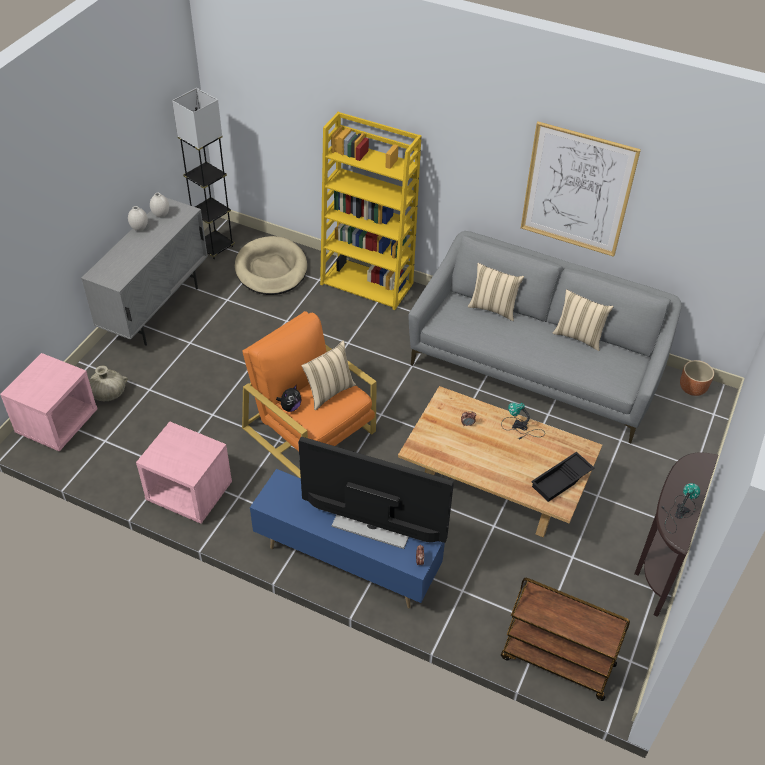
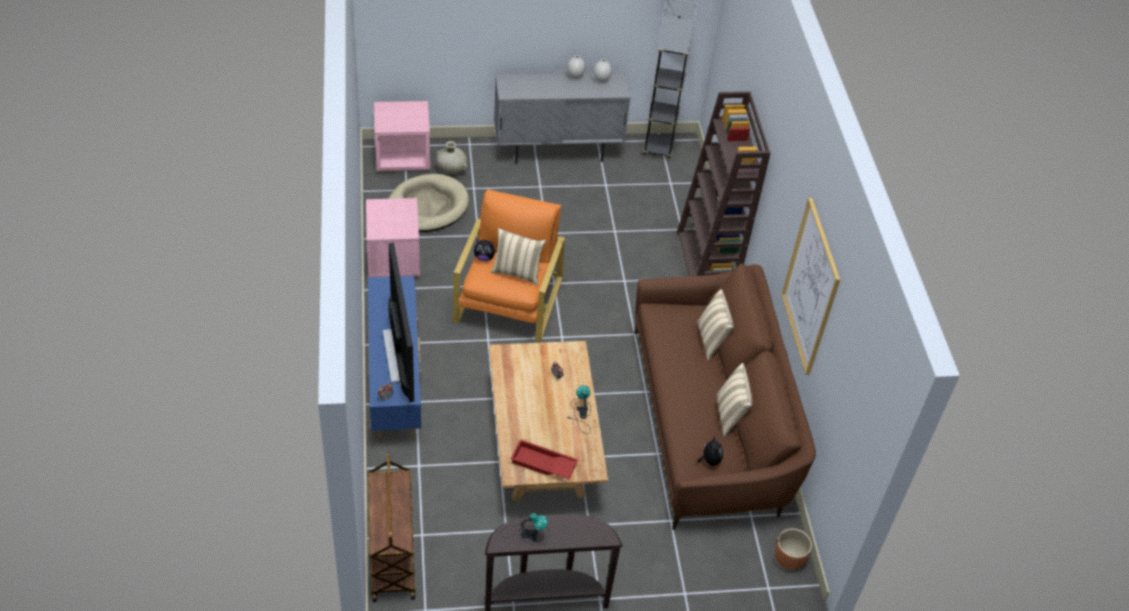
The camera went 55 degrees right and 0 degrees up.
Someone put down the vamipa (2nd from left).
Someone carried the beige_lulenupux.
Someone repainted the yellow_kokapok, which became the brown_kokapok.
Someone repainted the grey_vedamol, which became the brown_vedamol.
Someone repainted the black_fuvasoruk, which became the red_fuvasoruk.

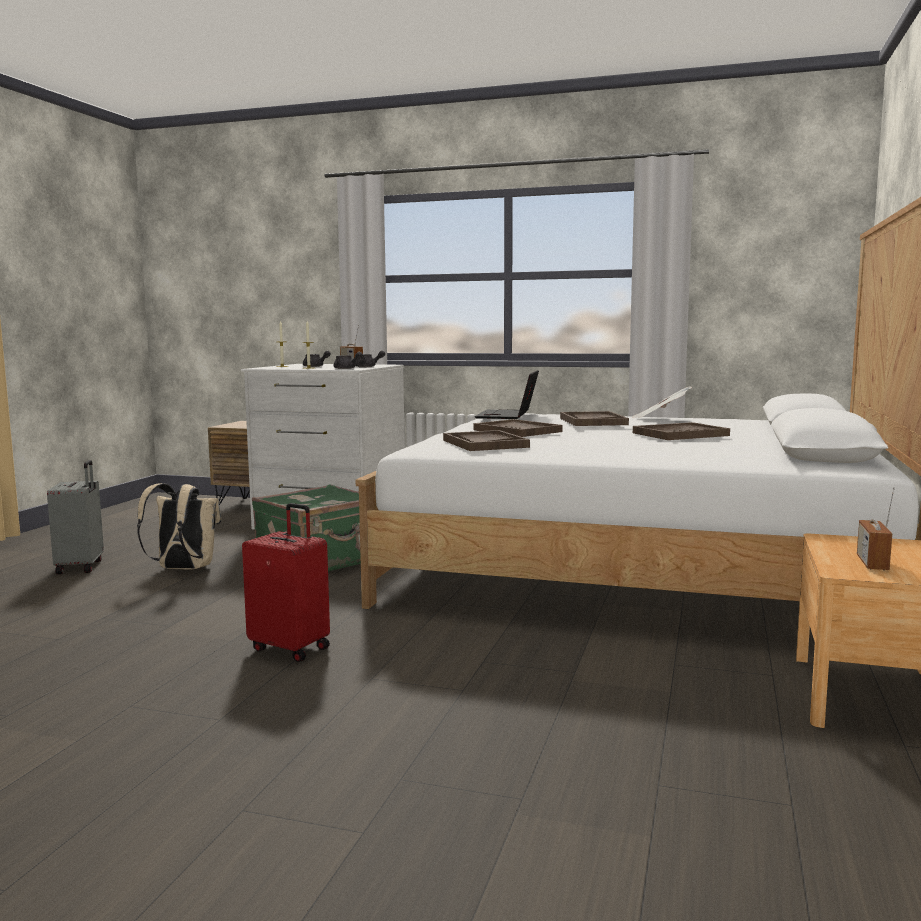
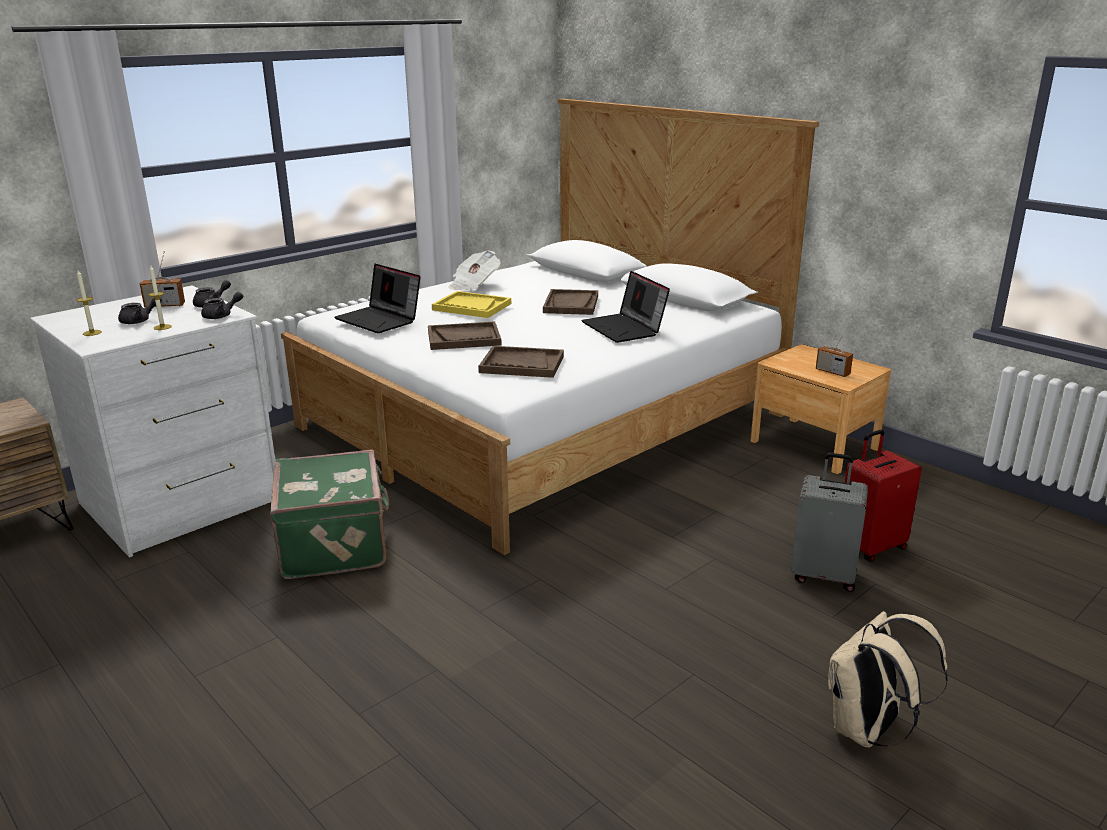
The camera went 60 degrees left and 15 degrees up.
Someone put down the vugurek (2nd from left).
Someone carried the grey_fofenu.
Someone carried the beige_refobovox.
Someone carried the red_fofenu.
Someone repainted the brown_fuvasoruk (3rd from left), which became the yellow_fuvasoruk.

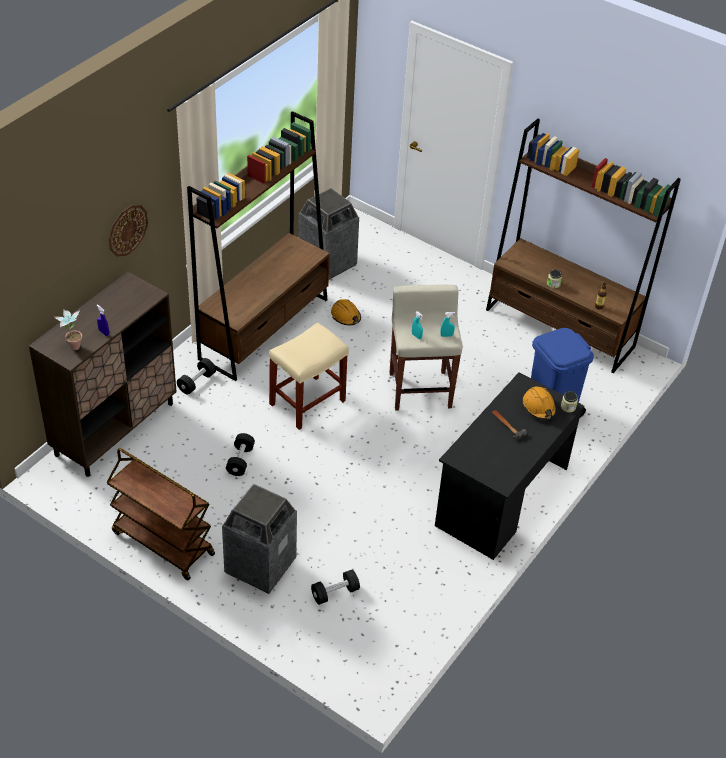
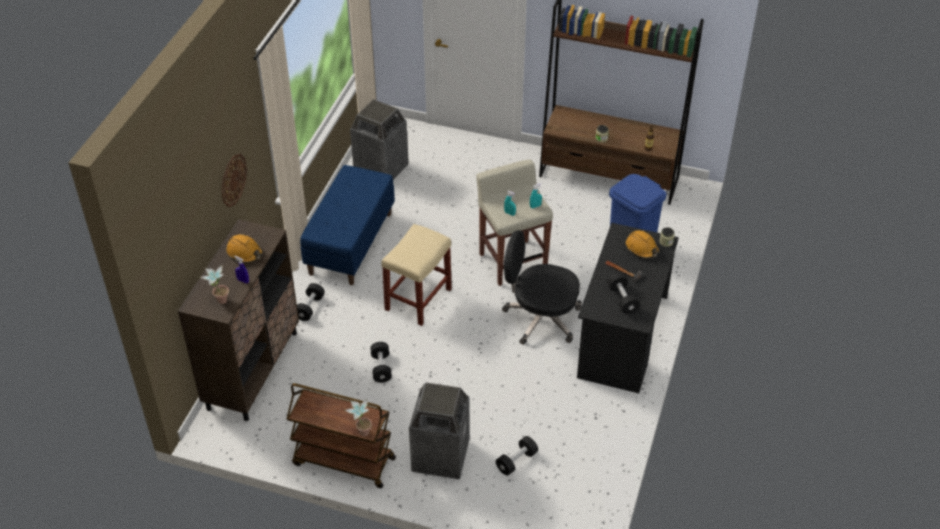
The camera went 15 degrees left and 0 degrees up.
Someone put down the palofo (2nd from left).
Someone put down the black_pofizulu.
Someone put down the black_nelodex (4th from left).
Someone carried the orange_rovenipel (1st from left).
Someone swapped the brown_kokapok (1st from left) for the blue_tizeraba.

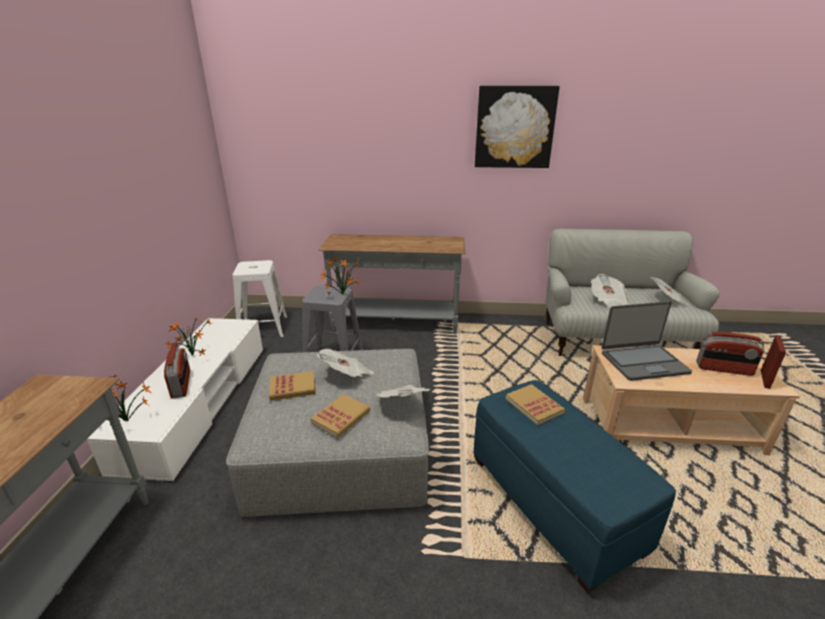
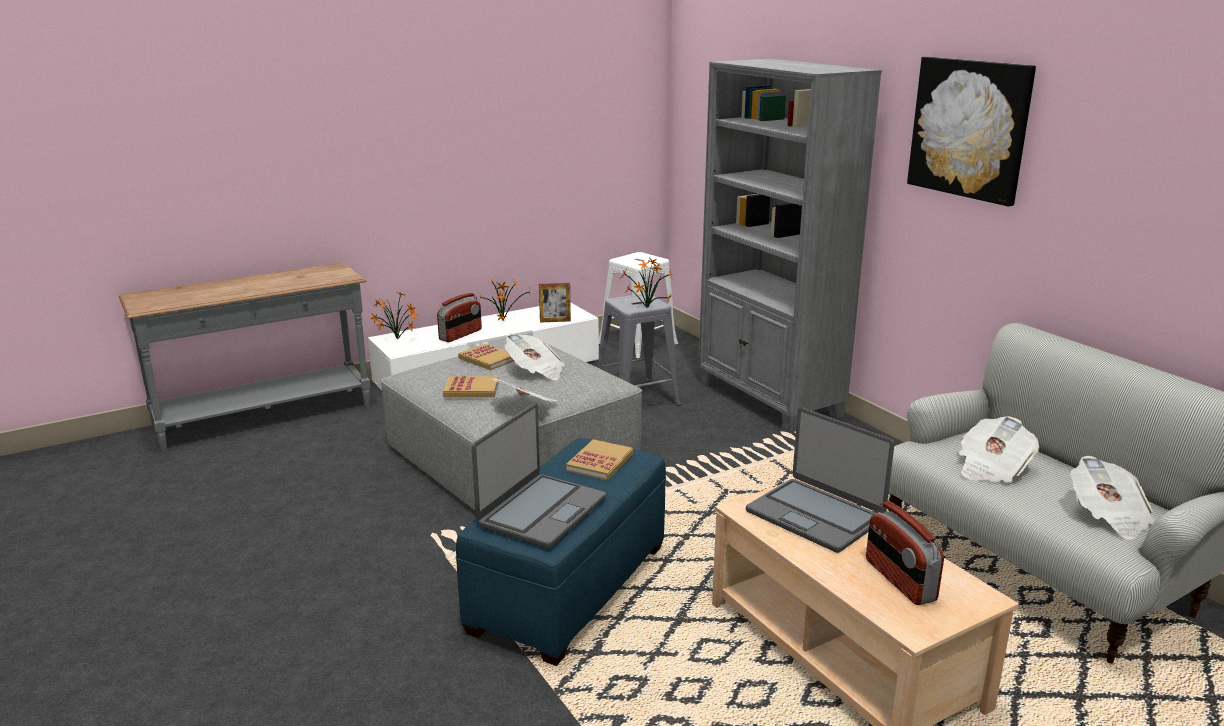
The camera went 55 degrees right and 5 degrees down.
Someone put down the vugurek (1st from left).
Someone carried the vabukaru.
Someone swapped the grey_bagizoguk (2nd from left) for the grey_kokapok.

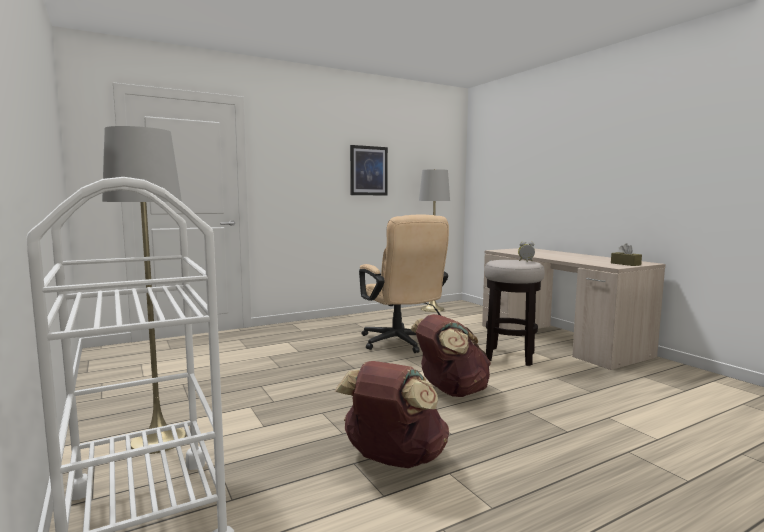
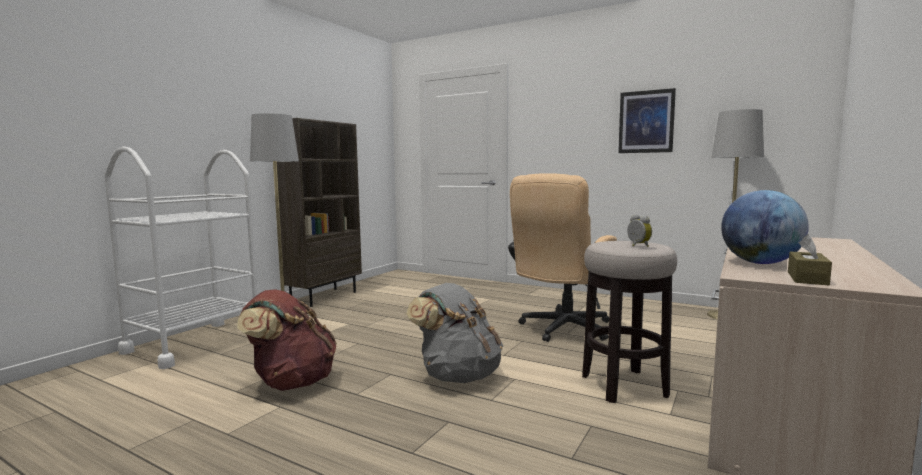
The camera went 60 degrees right and 0 degrees up.
Someone put down the brown_kokapok.
Someone put down the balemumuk.
Someone repainted the brown_refobovox (2nd from left), which became the grey_refobovox.

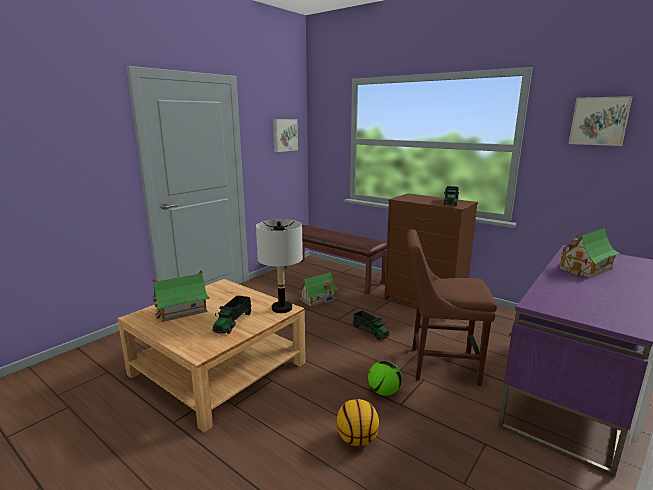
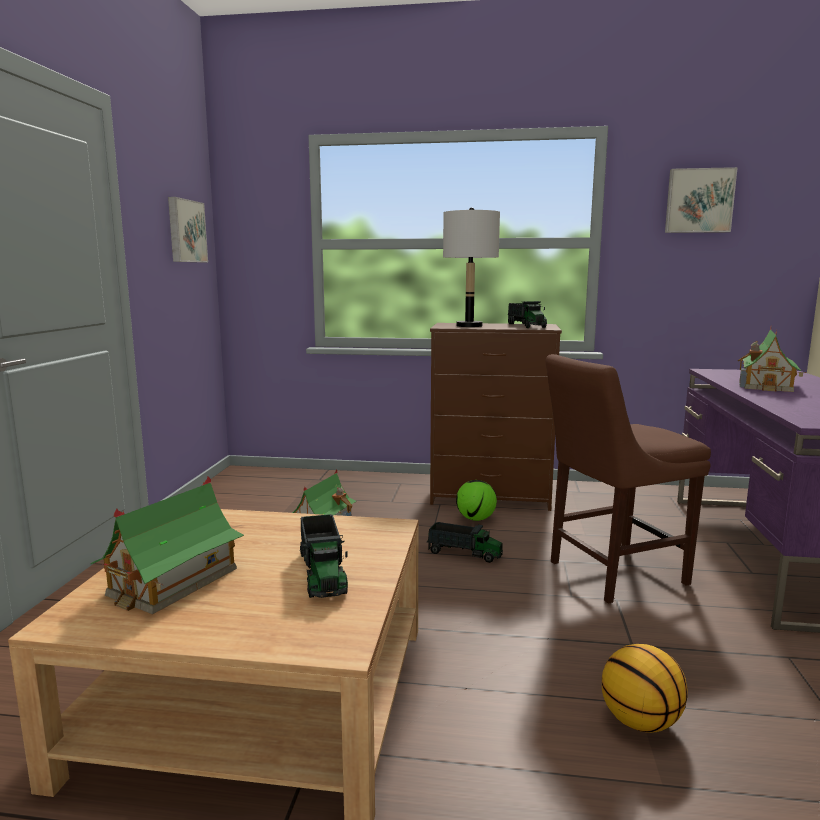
The camera went 30 degrees left and 5 degrees down.
Someone took away the brown_tizeraba.
Someone carried the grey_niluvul.
Someone carried the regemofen.

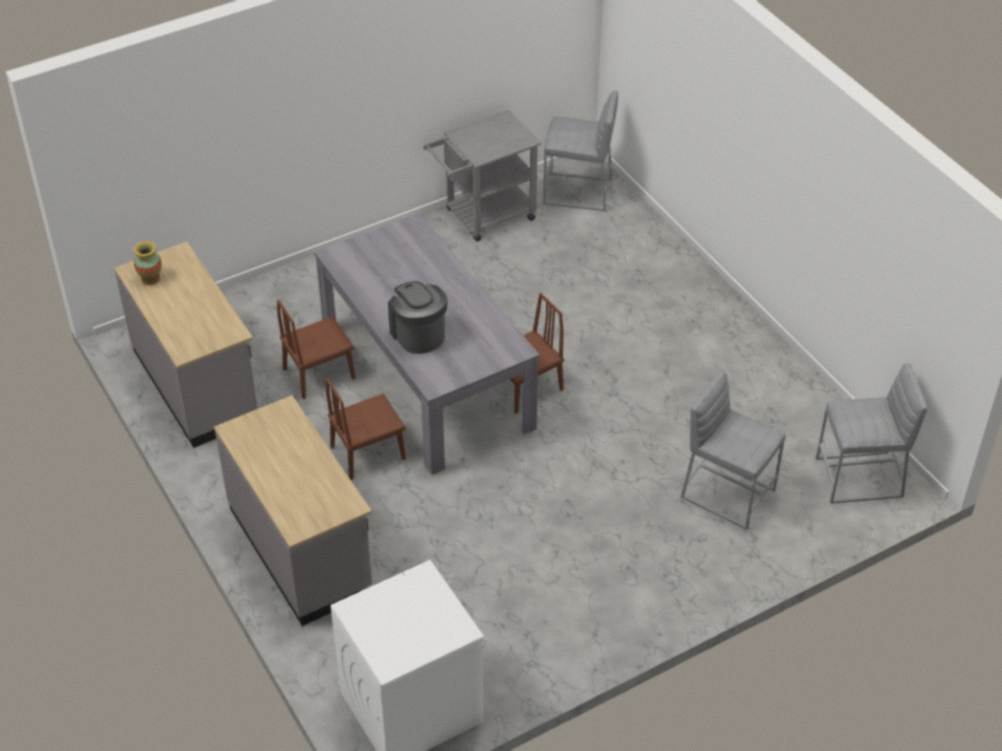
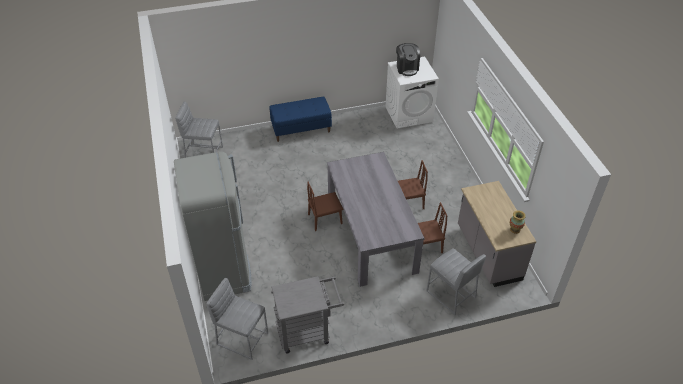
The camera went 165 degrees left and 0 degrees up.
Someone took away the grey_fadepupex (2nd from left).
Someone put down the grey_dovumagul.
Someone put down the blue_tizeraba.
Someone carried the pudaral.
Someone carried the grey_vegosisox (2nd from left in the first image).

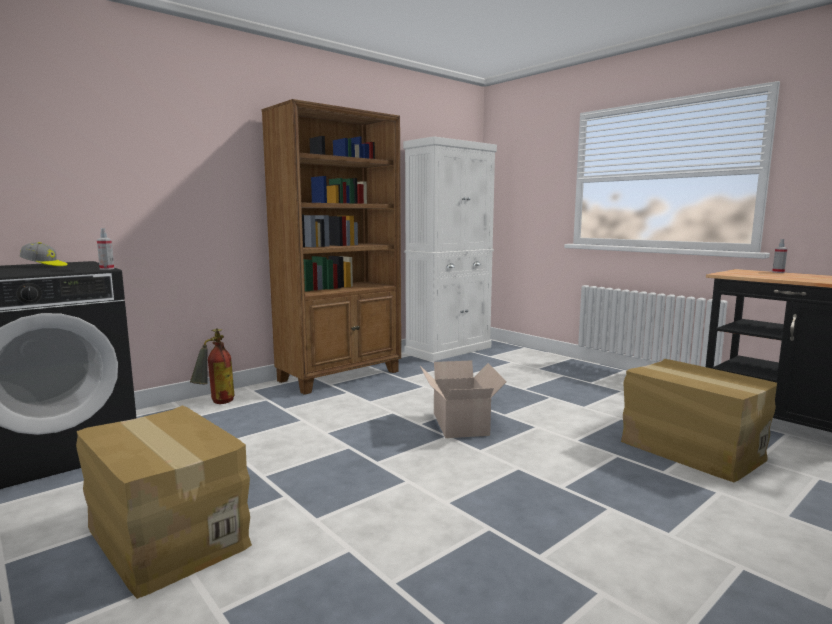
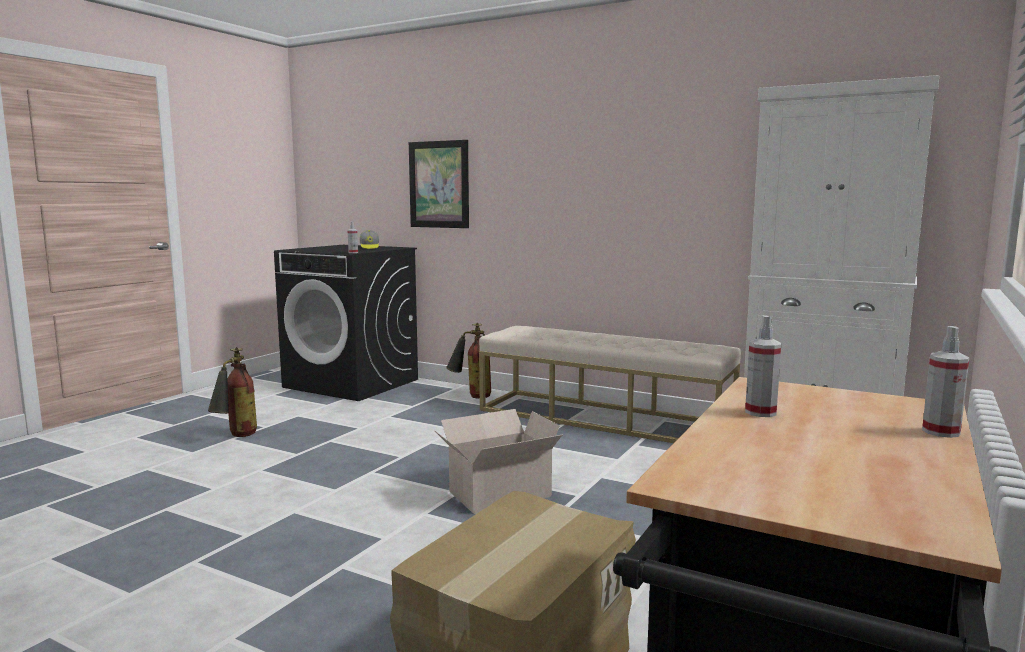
The camera went 70 degrees right and 0 degrees up.
Someone put up the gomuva.
Someone put down the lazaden (2nd from left).
Someone swapped the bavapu (1st from left) for the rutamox (1st from left).
Someone swapped the brown_kokapok for the beige_tizeraba.

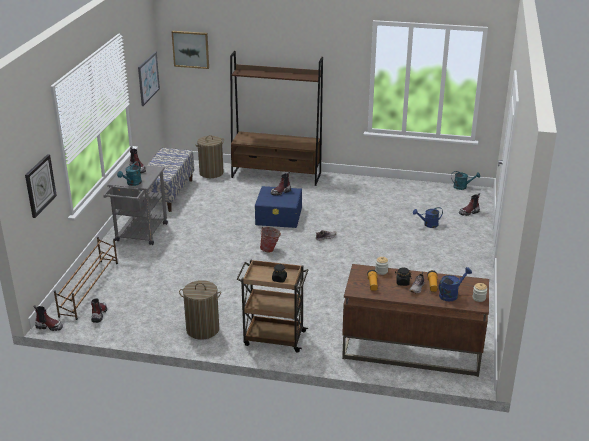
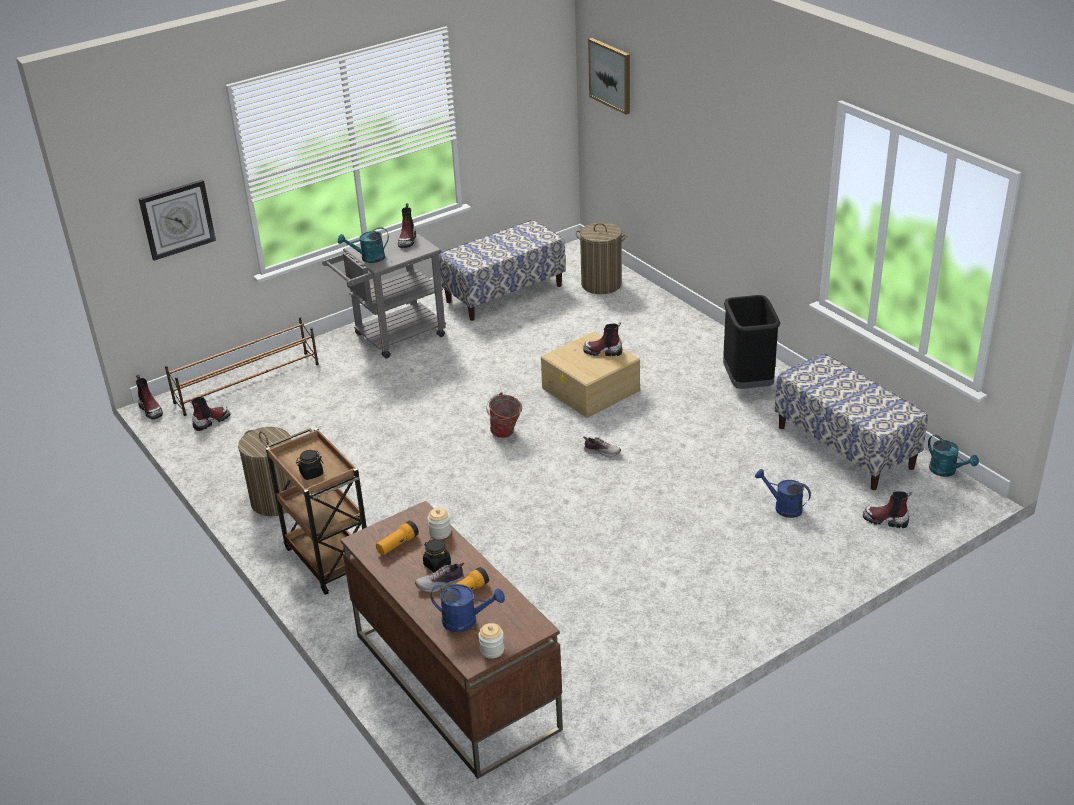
The camera went 45 degrees right and 5 degrees up.
Someone took away the gomuva (1st from left).
Someone took away the brown_kokapok.
Someone put down the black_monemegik.
Someone put down the tizeraba (2nd from left).
Someone repainted the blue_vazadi, which became the beige_vazadi.

